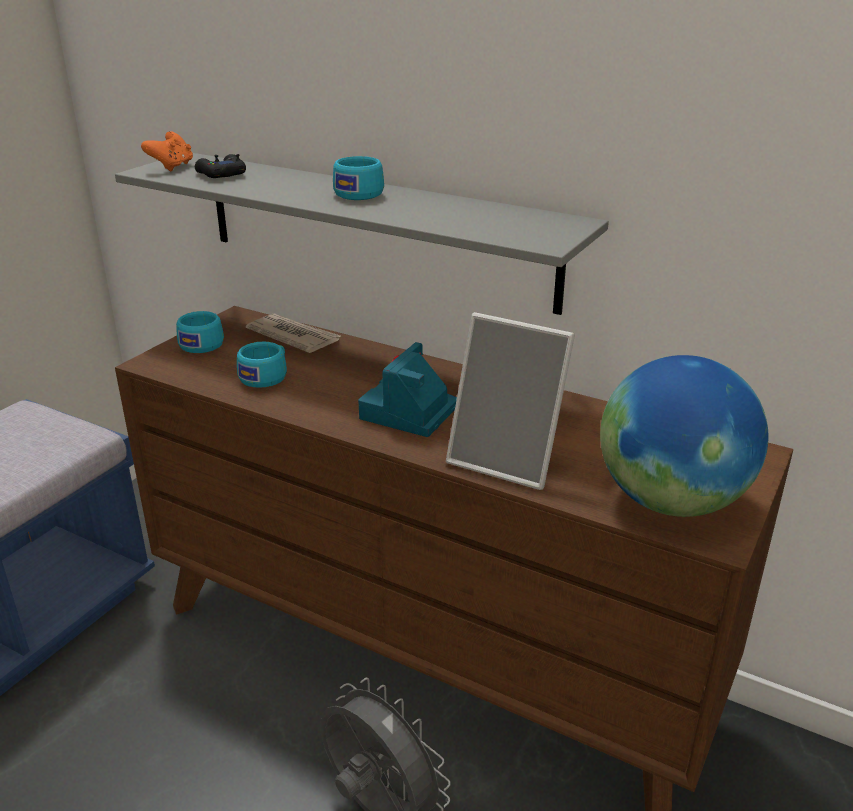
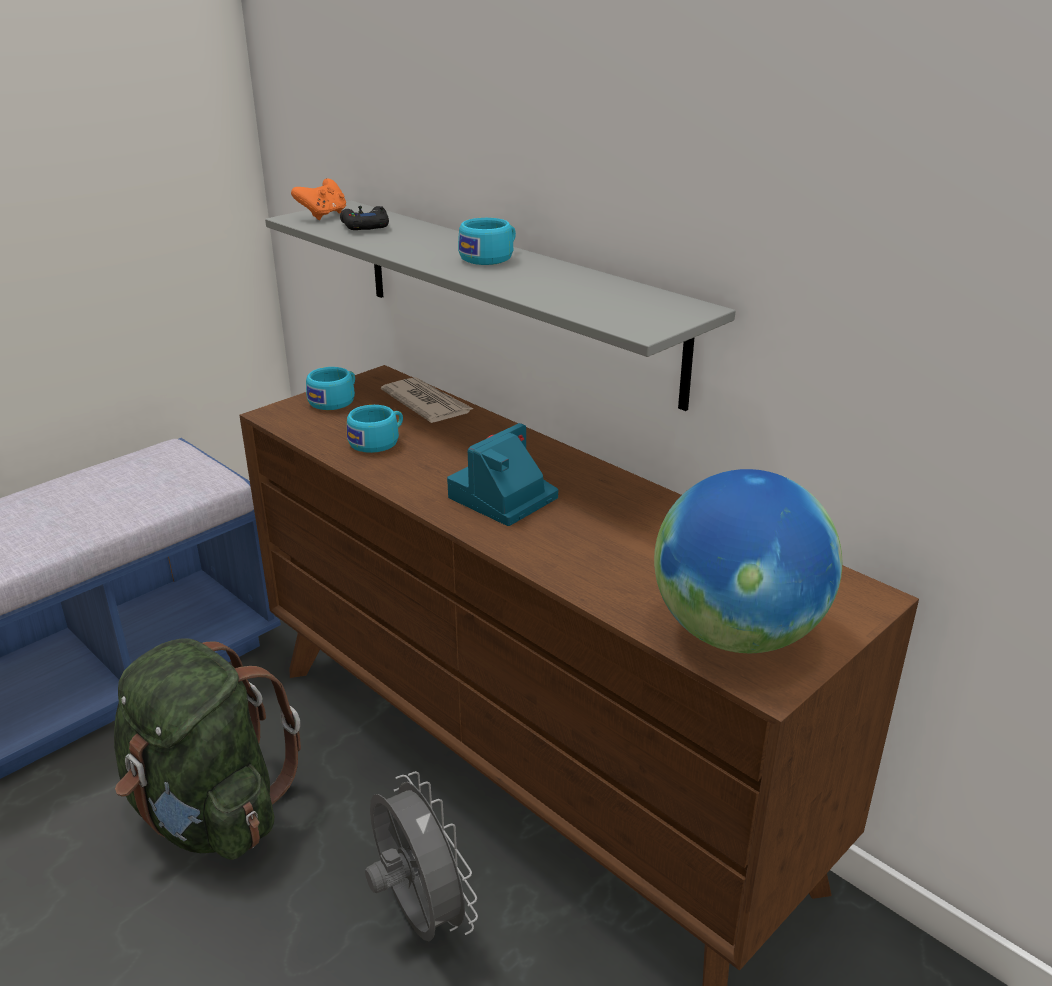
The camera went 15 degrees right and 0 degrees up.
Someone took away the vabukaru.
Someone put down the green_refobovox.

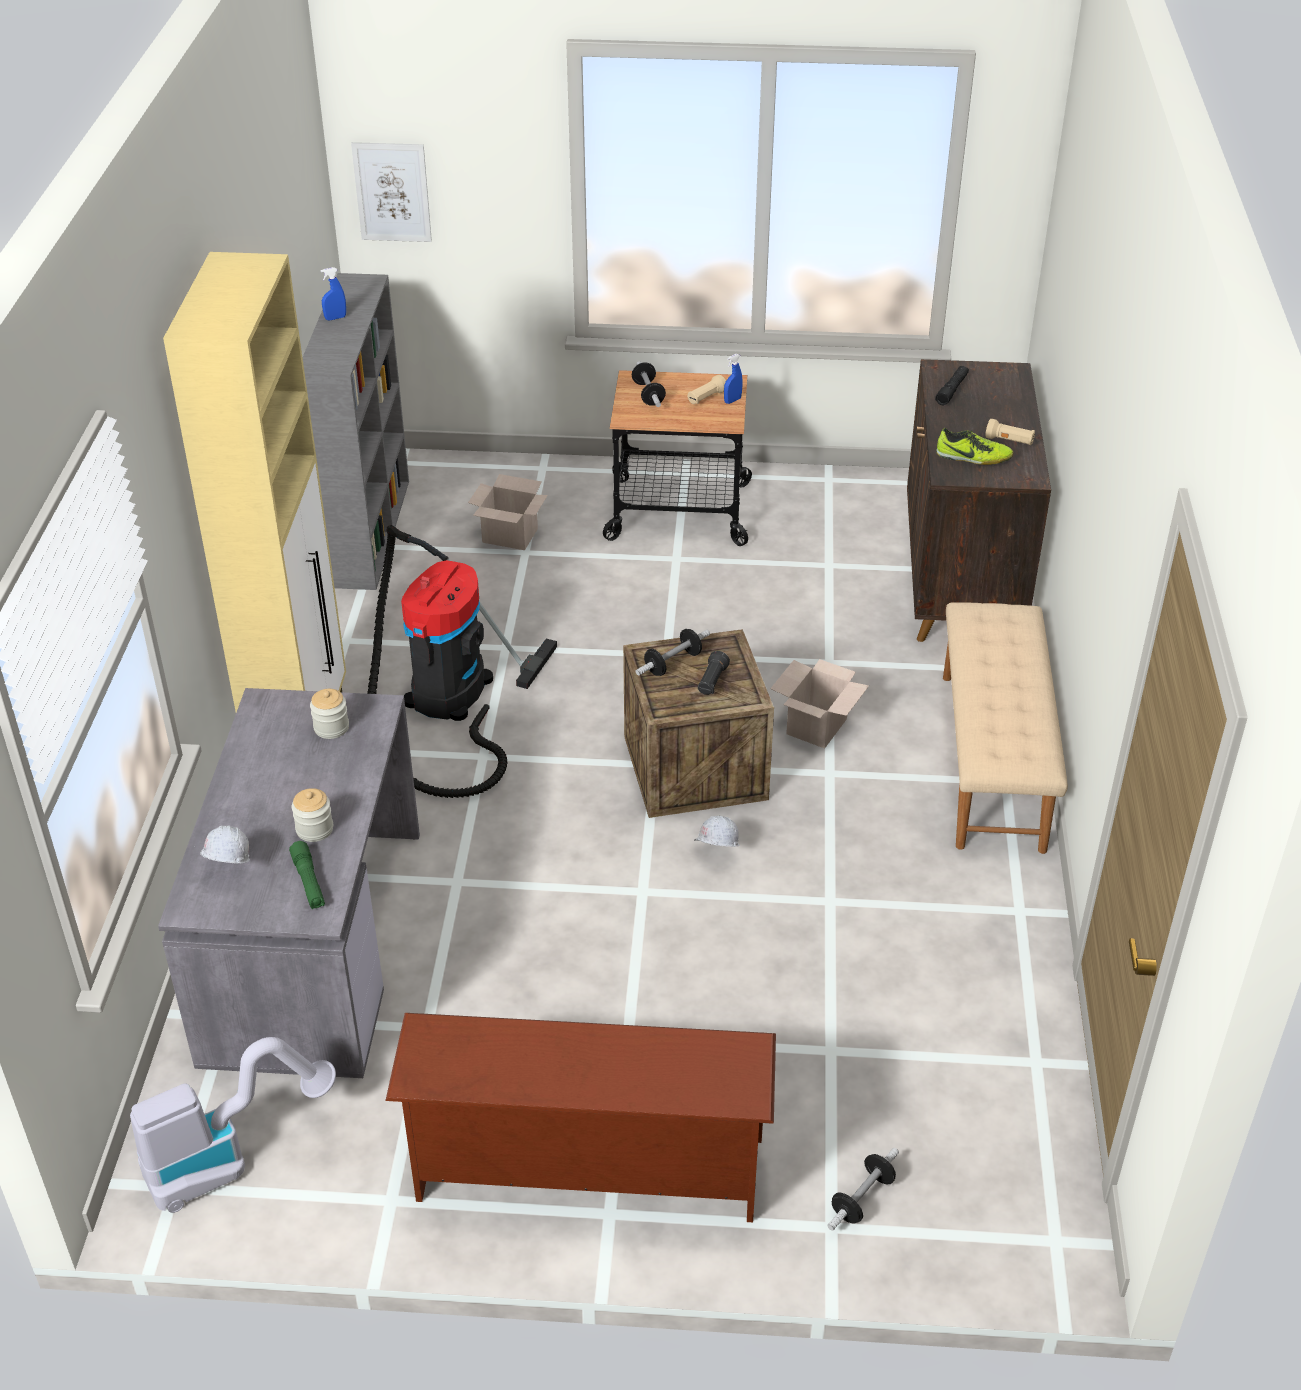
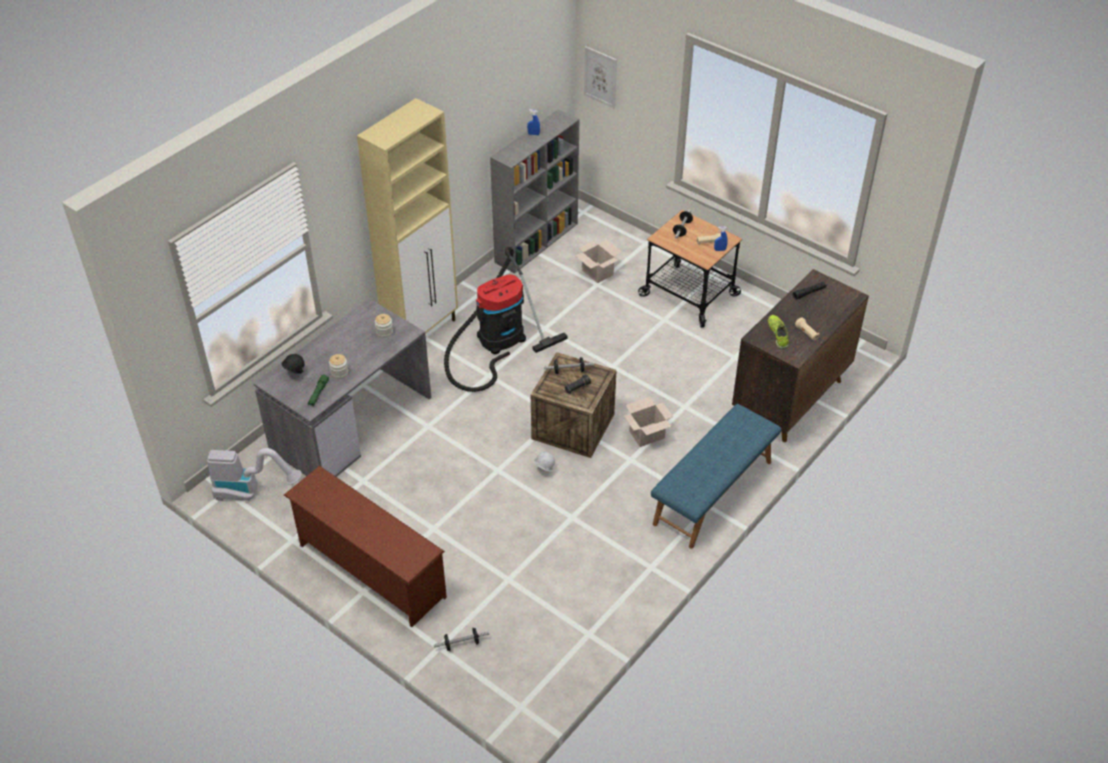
The camera went 35 degrees right and 5 degrees up.
Someone repainted the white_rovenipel (1st from left), which became the black_rovenipel.
Someone repainted the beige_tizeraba, which became the blue_tizeraba.
Someone rotated the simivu by 150 degrees counterclockwise.

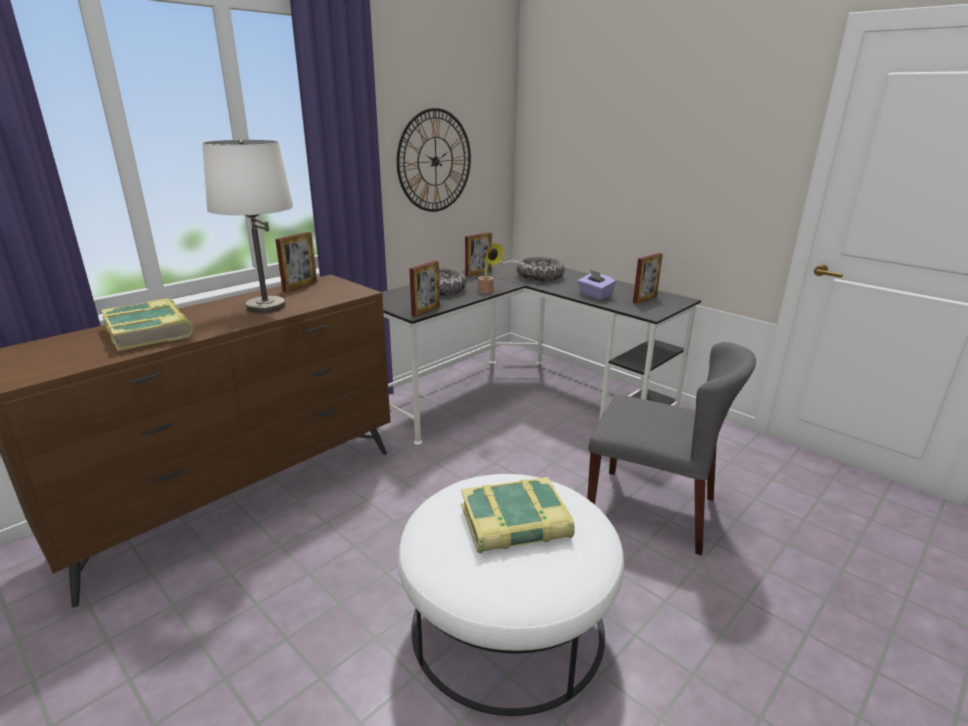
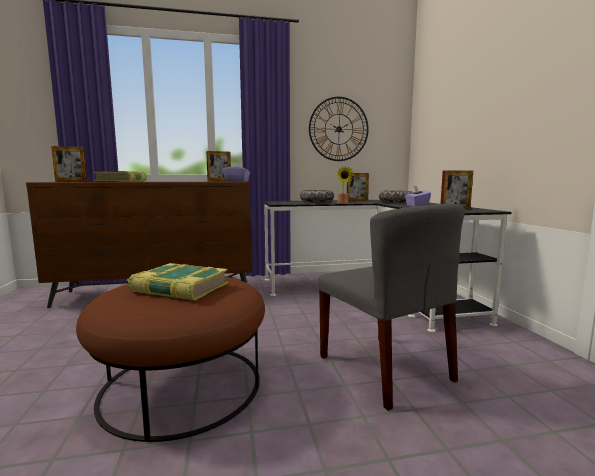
The camera went 35 degrees right and 15 degrees down.
Someone took away the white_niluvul.
Someone put down the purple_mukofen (1st from left).
Someone carried the vabukaru (2nd from left in the first image).
Someone repainted the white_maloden, which became the brown_maloden.

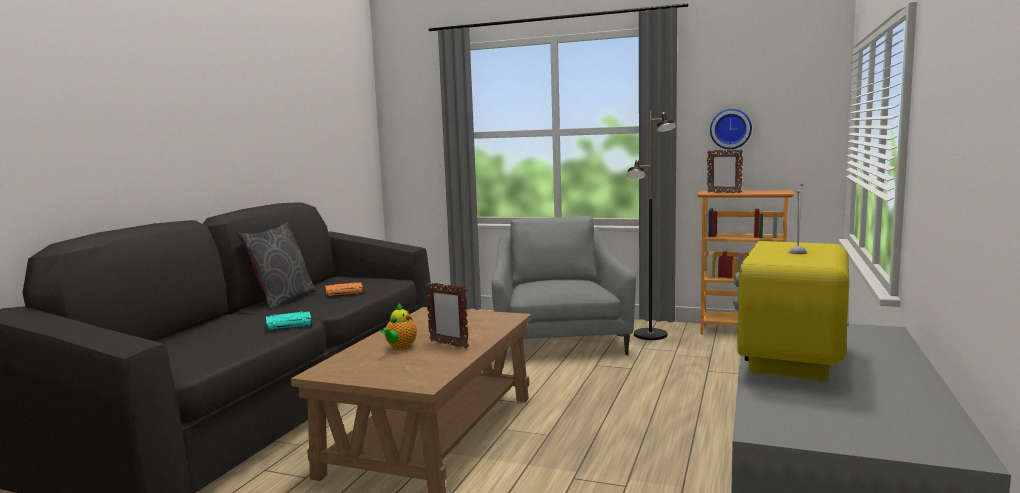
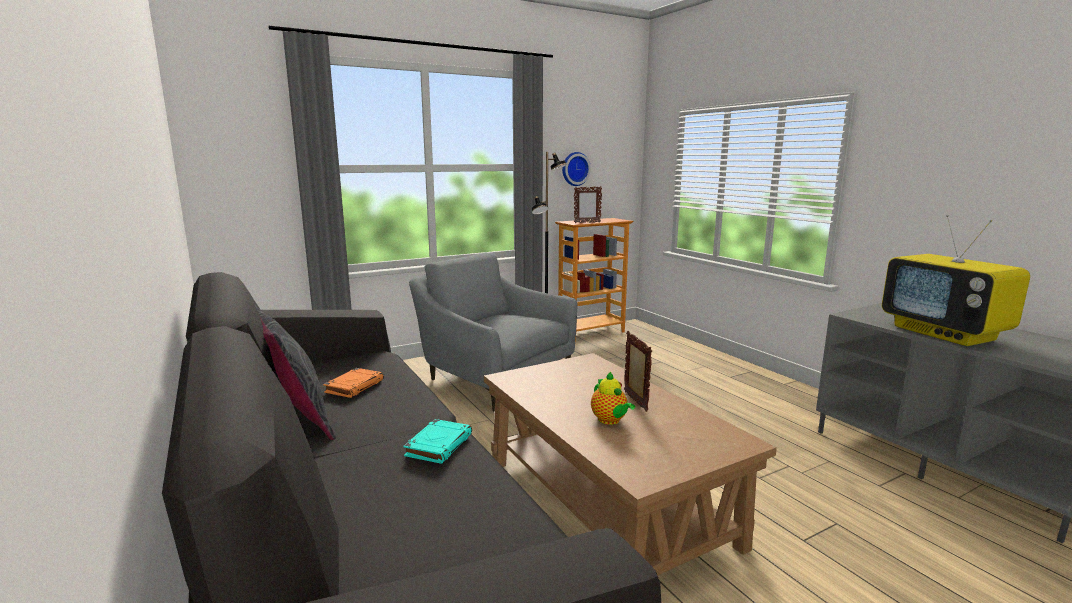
The camera went 50 degrees left and 5 degrees up.
Someone rotated the vabukaru (1st from left in the first image) by 90 degrees counterclockwise.

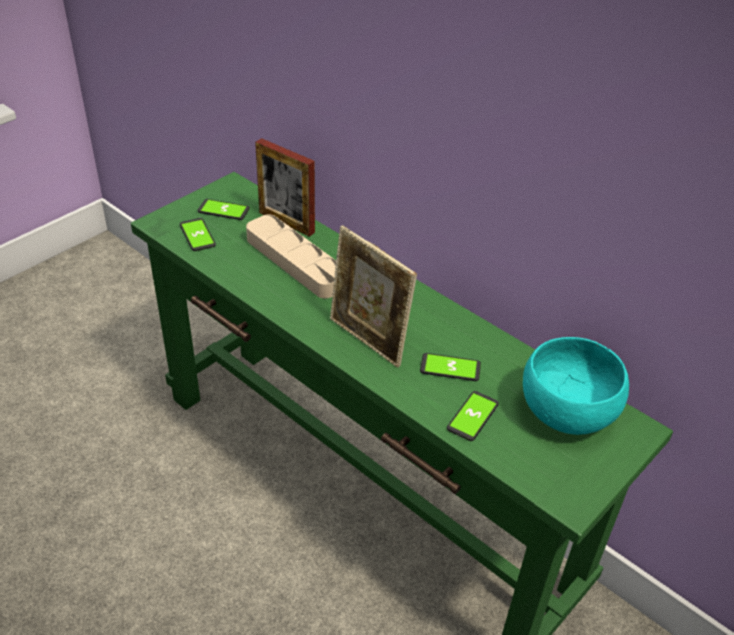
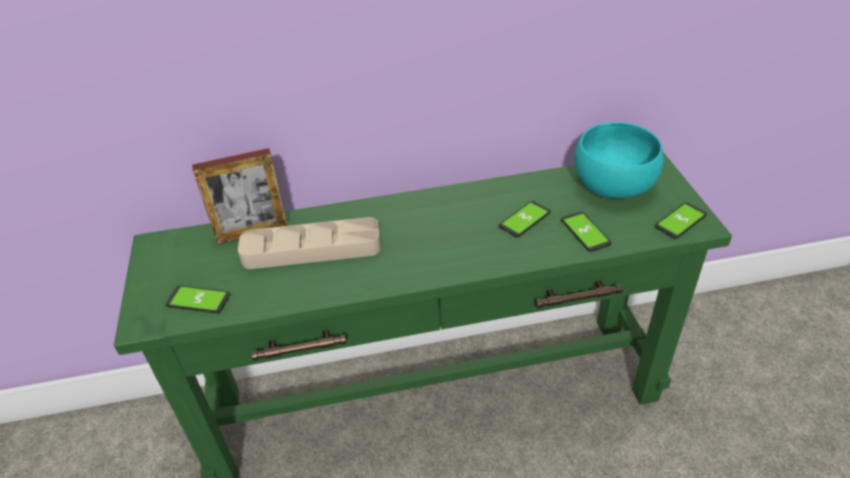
The camera went 50 degrees left and 0 degrees up.
Someone took away the vabukaru (2nd from left).
Someone carried the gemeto (2nd from left in the first image).

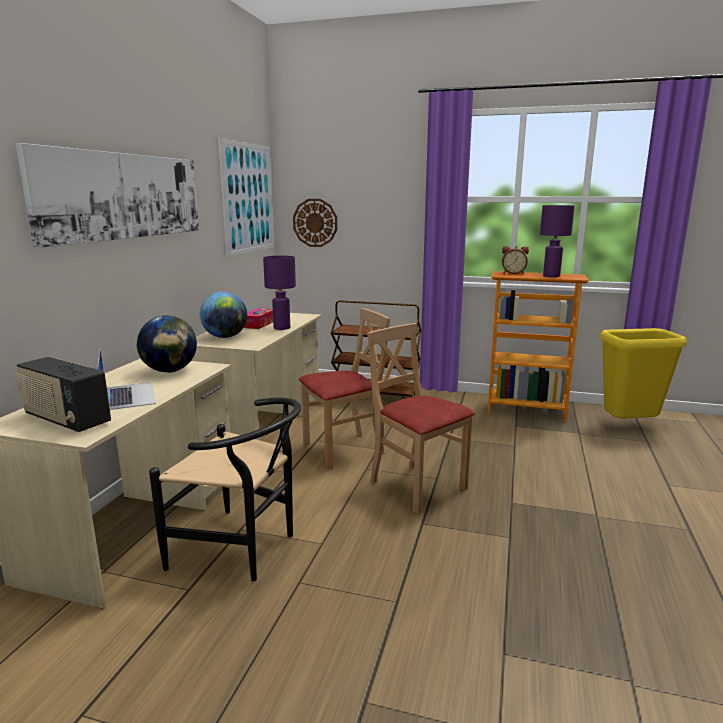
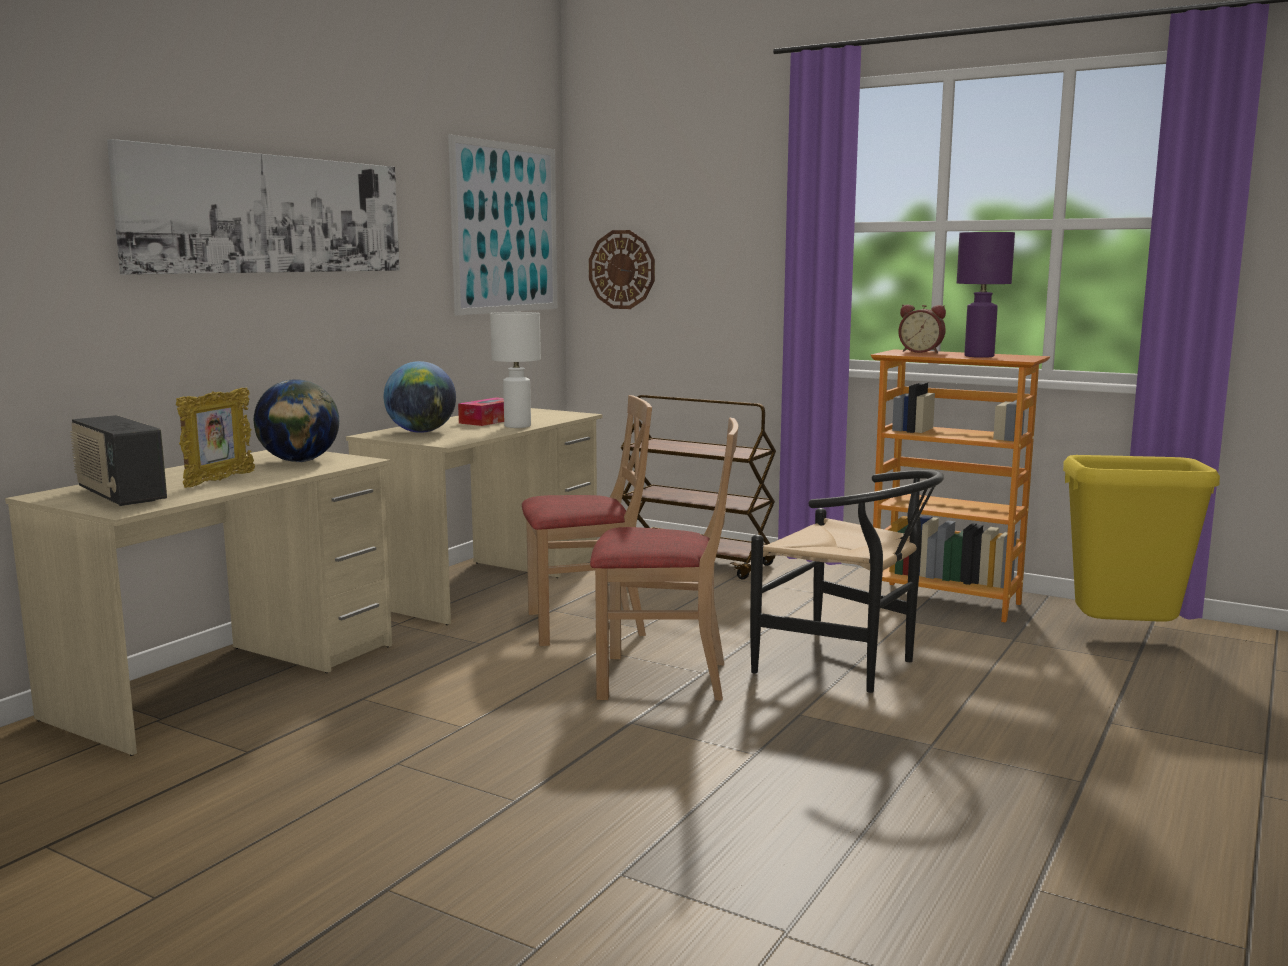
The camera went 15 degrees right and 5 degrees down.
Someone carried the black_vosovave.
Someone swapped the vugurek for the vabukaru.
Someone repainted the purple_niluvul (1st from left), which became the white_niluvul.
Someone rotated the beige_vosovave (2nd from left) by 120 degrees clockwise.

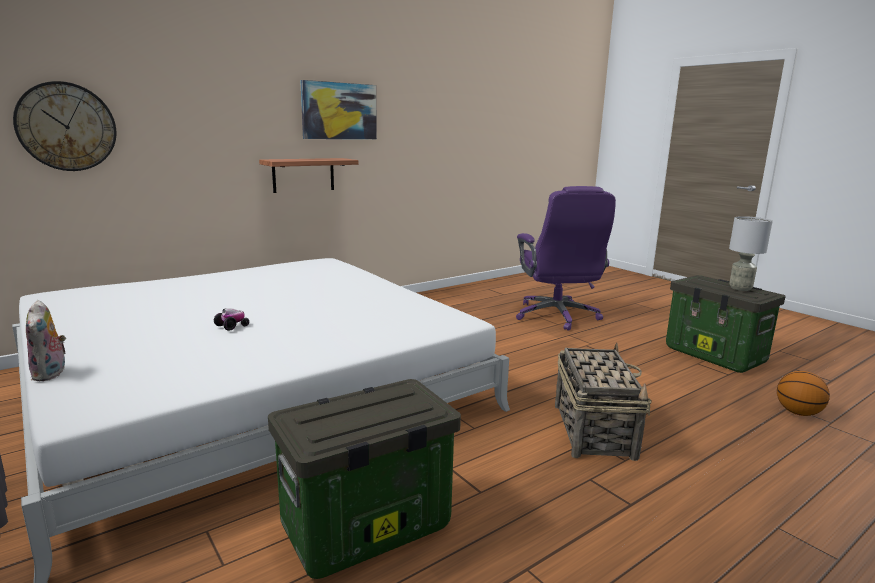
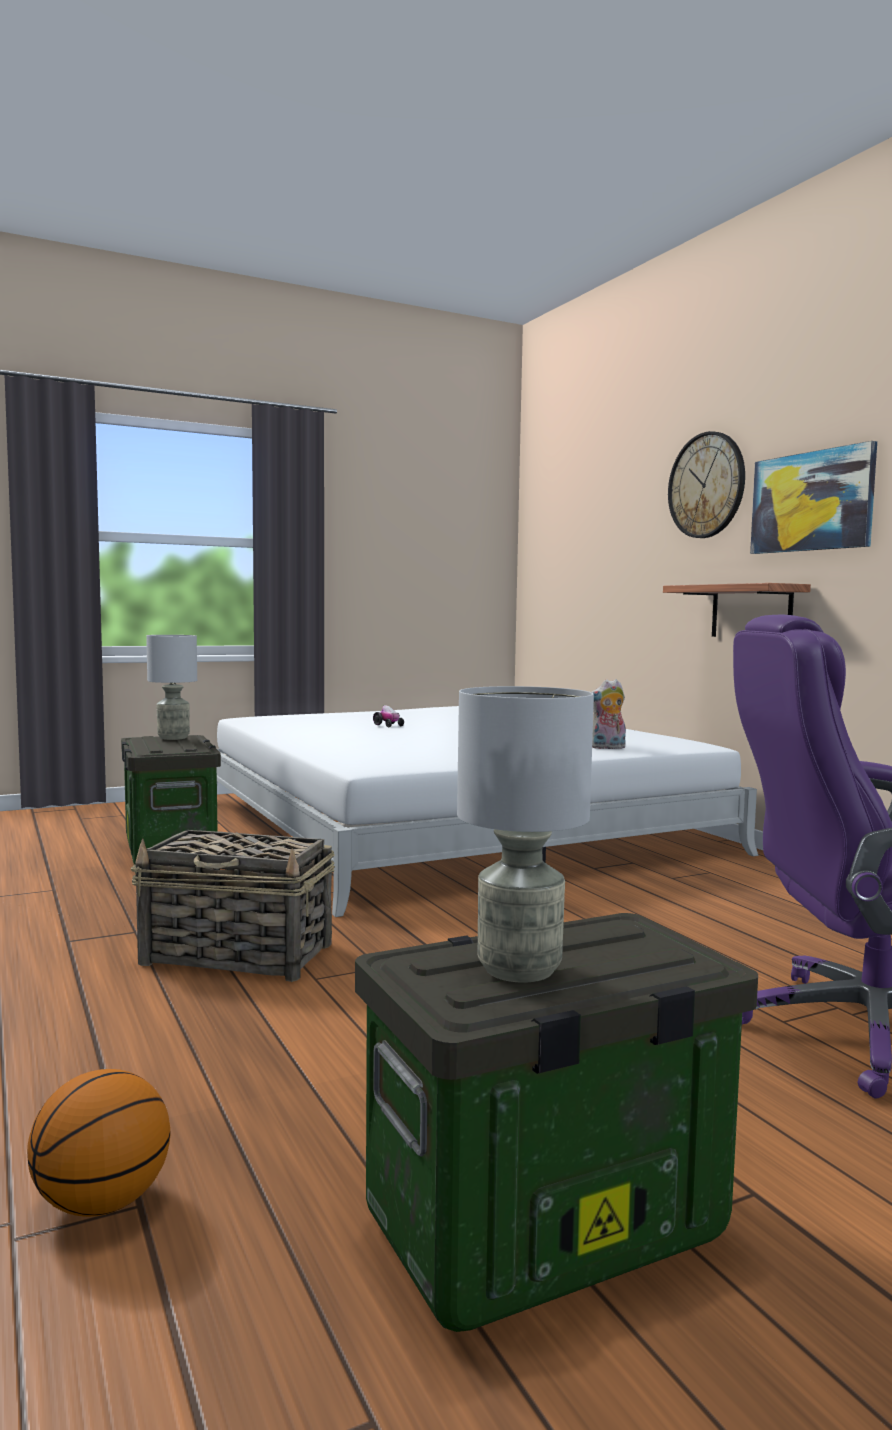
The camera went 100 degrees right and 10 degrees down.
Someone put down the grey_niluvul (1st from left).
Someone carried the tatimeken.
Someone carried the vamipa.

